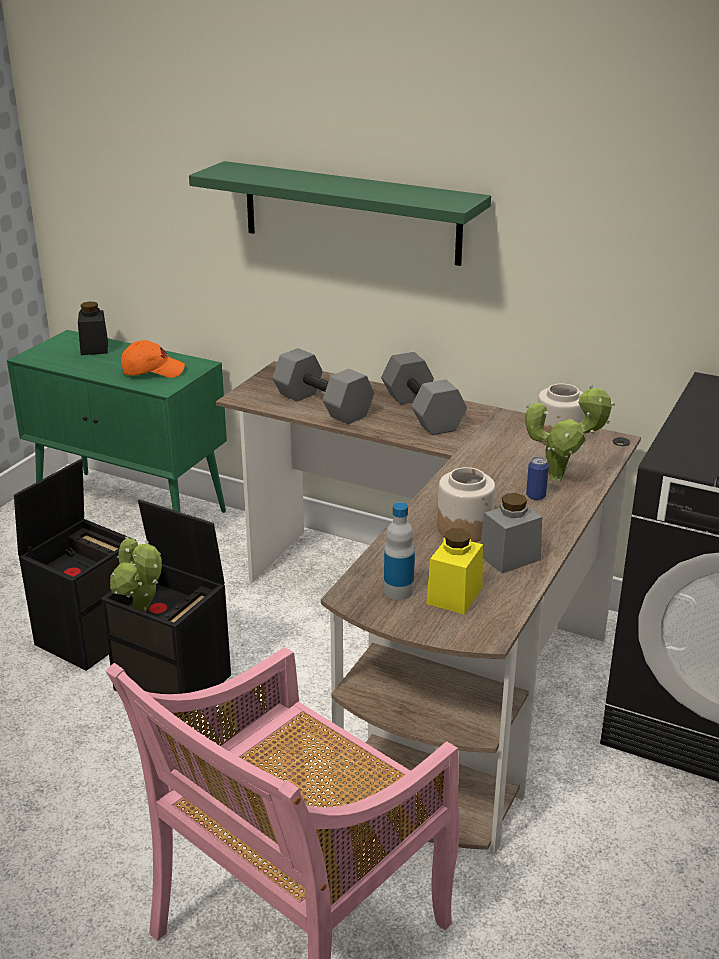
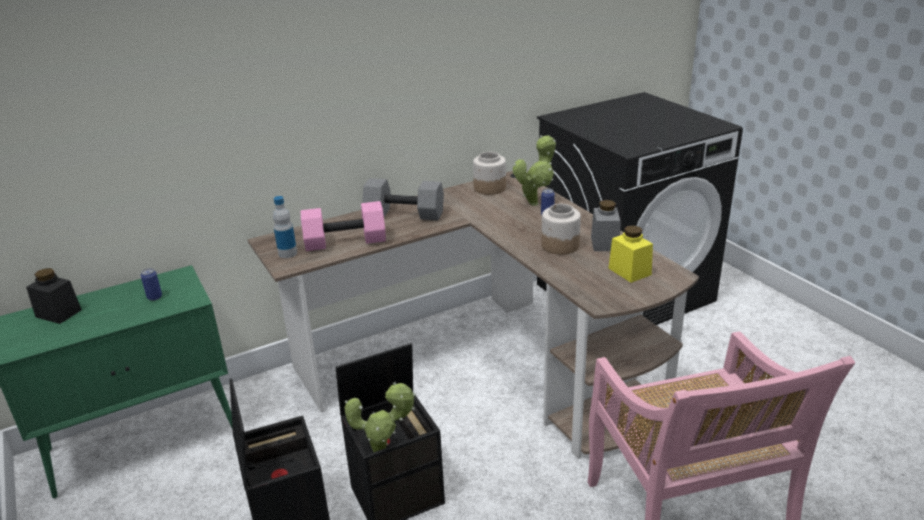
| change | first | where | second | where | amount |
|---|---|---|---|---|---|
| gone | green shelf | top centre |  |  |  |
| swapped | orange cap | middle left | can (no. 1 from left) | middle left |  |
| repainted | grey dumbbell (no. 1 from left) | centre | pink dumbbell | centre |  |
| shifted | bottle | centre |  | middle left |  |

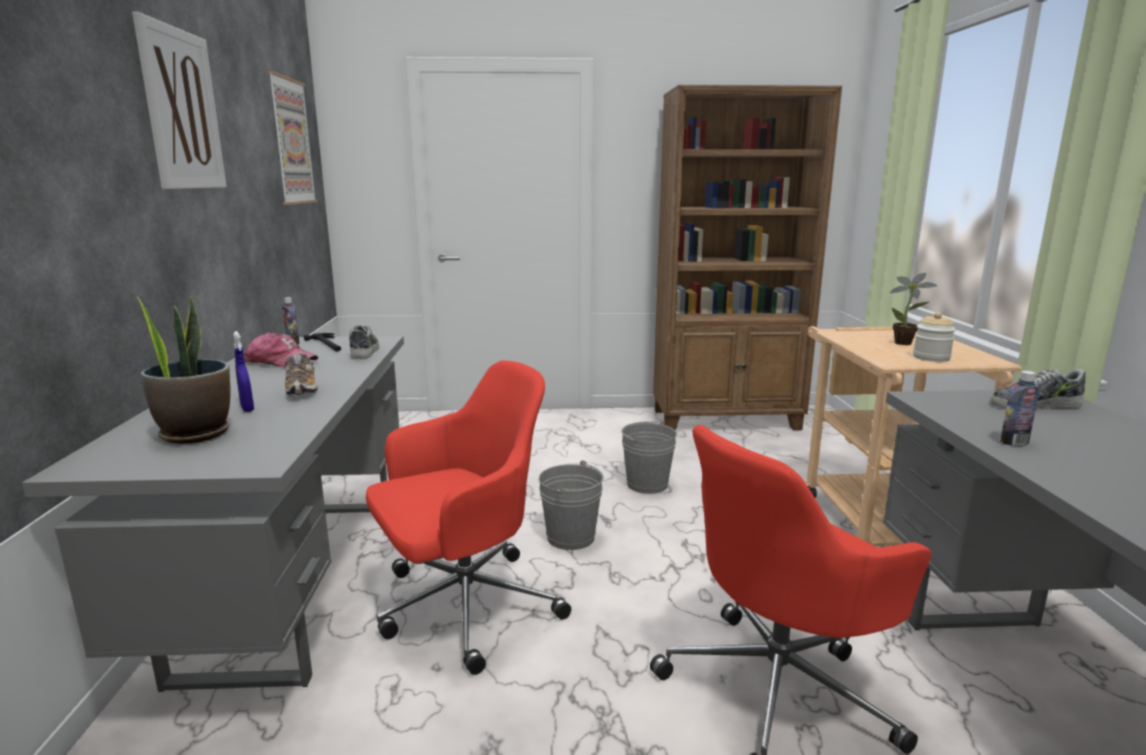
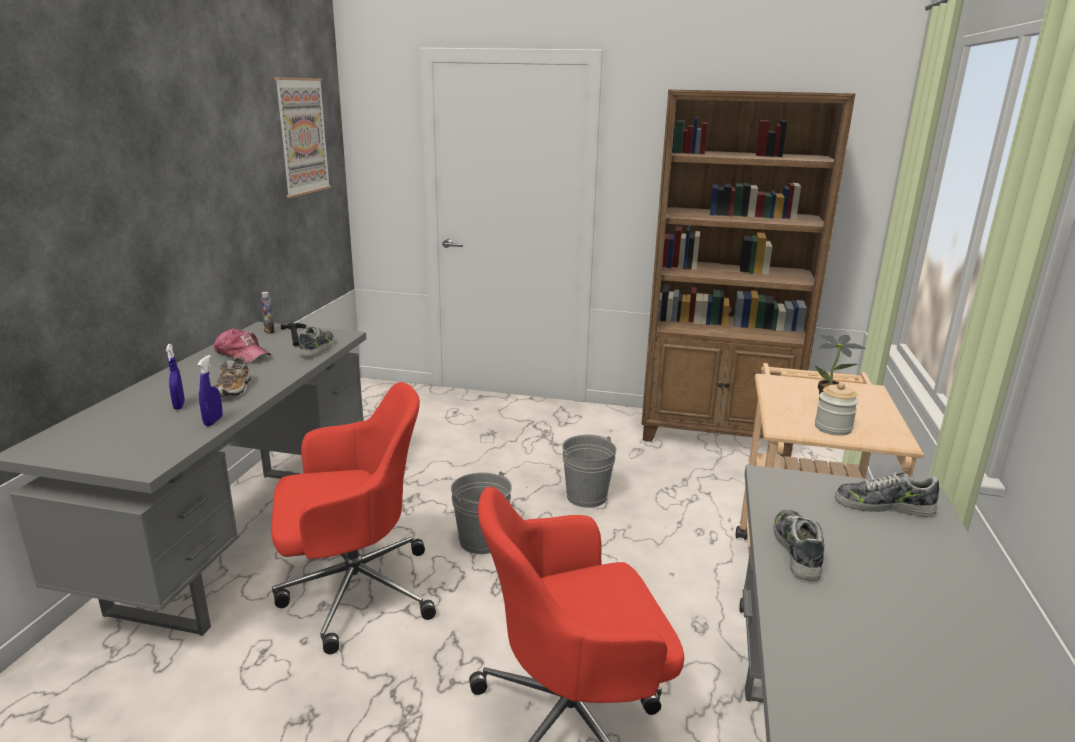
| change | first | where | second | where | amount |
|---|---|---|---|---|---|
| gone | picture (no. 1 from left) | top left |  |  |  |
| gone | potted plant (no. 1 from left) | middle left |  |  |  |
| swapped | bottle (no. 2 from left) | middle right | shoe (no. 3 from left) | bottom right |  |
| new |  |  | blue spray bottle (no. 2 from left) | middle left |  |

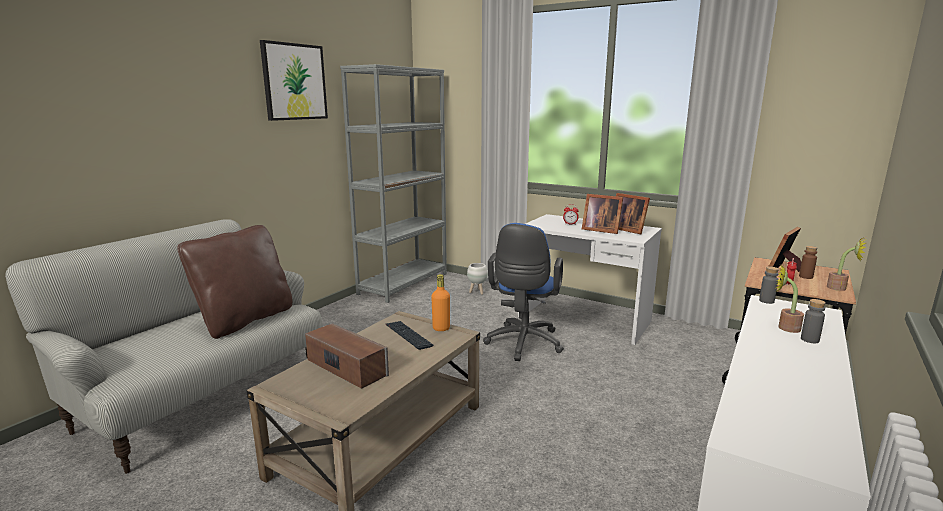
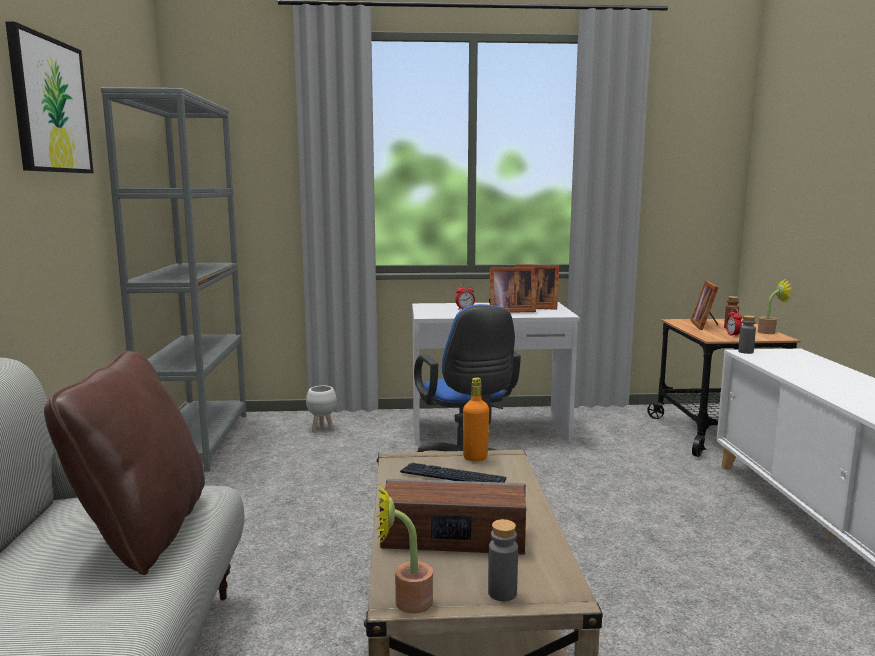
| change | first | where | second | where | amount |
|---|---|---|---|---|---|
| shifted | potted plant (no. 1 from left) | middle right |  | bottom centre |  |
| shifted | grey bottle (no. 2 from left in the first image) | middle right | grey bottle (no. 1 from left) | bottom centre |  |

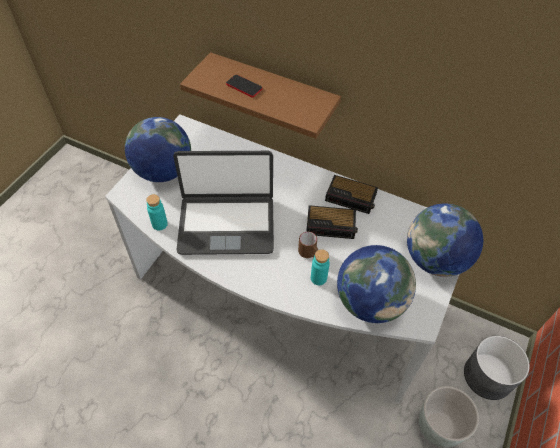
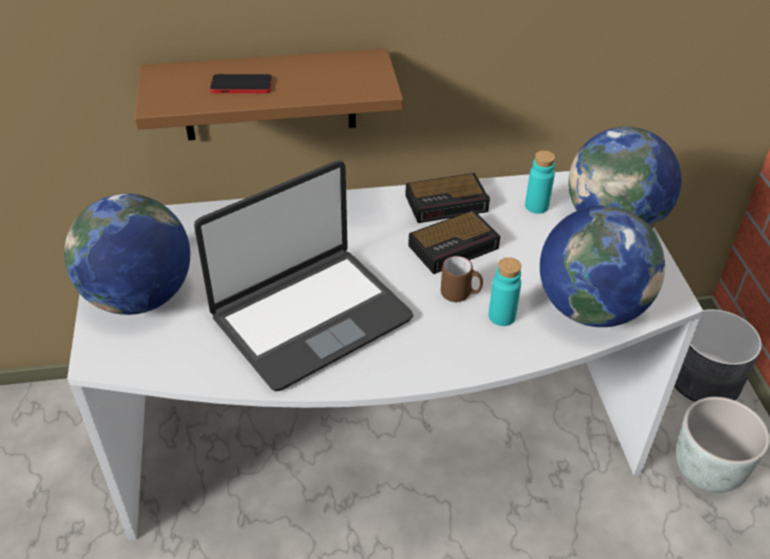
| change | first | where | second | where | amount |
|---|---|---|---|---|---|
| shifted | turquoise bottle (no. 1 from left in the first image) | middle left | turquoise bottle (no. 2 from left) | top right |  |

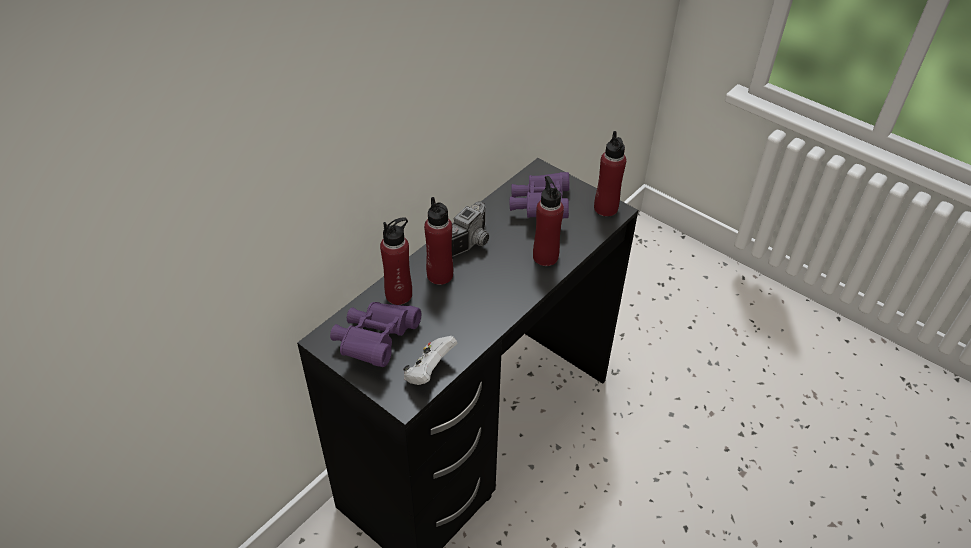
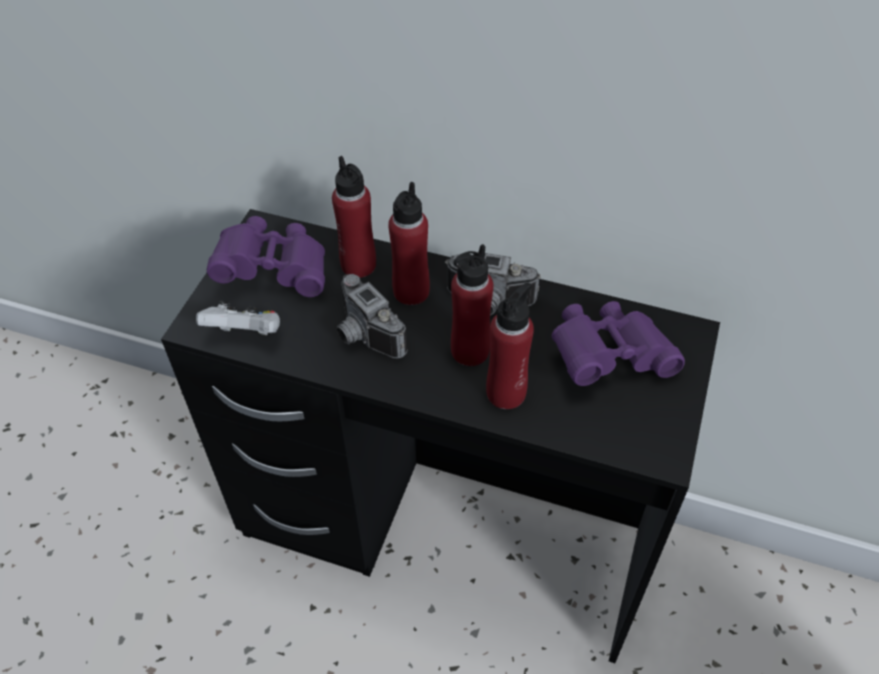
| change | first | where | second | where | amount |
|---|---|---|---|---|---|
| shifted | red bottle (no. 4 from left in the first image) | top centre | red bottle (no. 3 from left) | centre |  |
| new |  |  | photo camera (no. 1 from left) | centre |  |

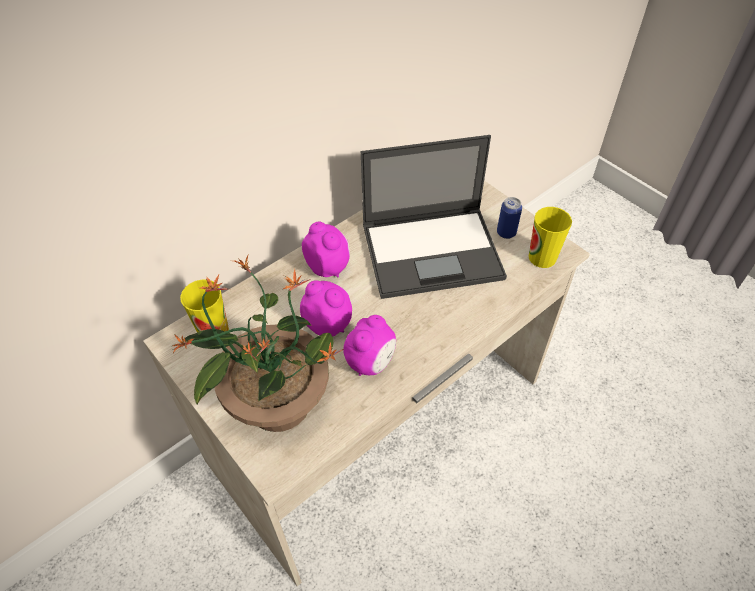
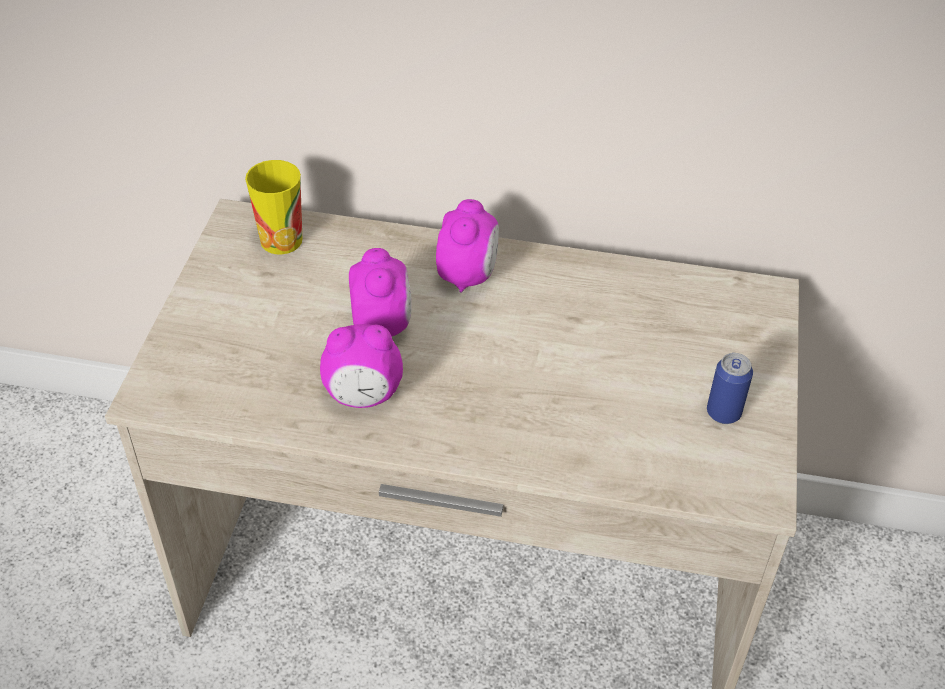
| change | first | where | second | where | amount |
|---|---|---|---|---|---|
| gone | laptop | centre |  |  |  |
| gone | cup (no. 2 from left) | middle right |  |  |  |
| gone | potted plant | centre |  |  |  |

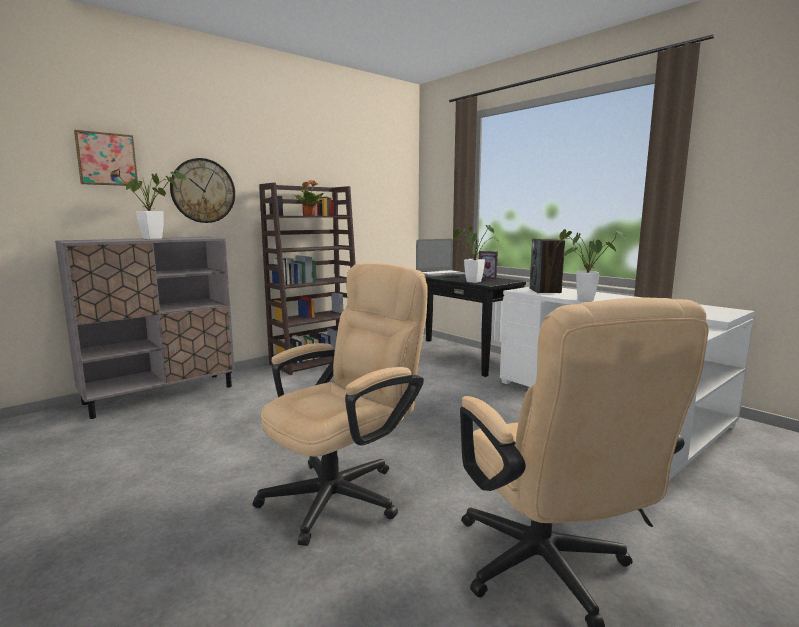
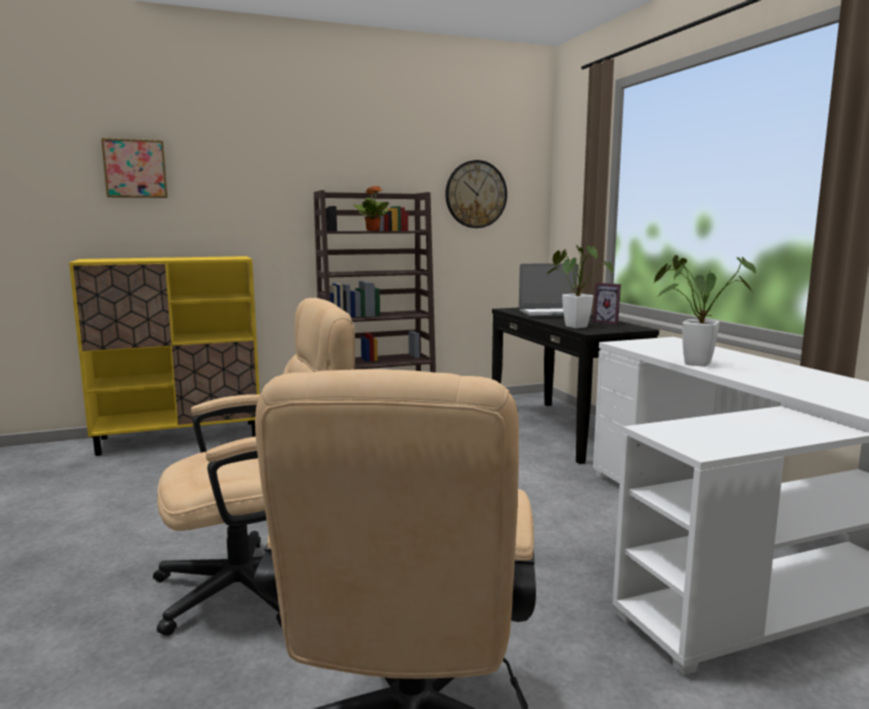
| change | first | where | second | where | amount |
|---|---|---|---|---|---|
| shifted | wall clock | top left |  | top centre |  |
| gone | potted plant (no. 1 from left) | top left |  |  |  |
| repainted | grey cabinet | middle left | yellow cabinet | middle left |  |
| gone | speaker | middle right |  |  |  |

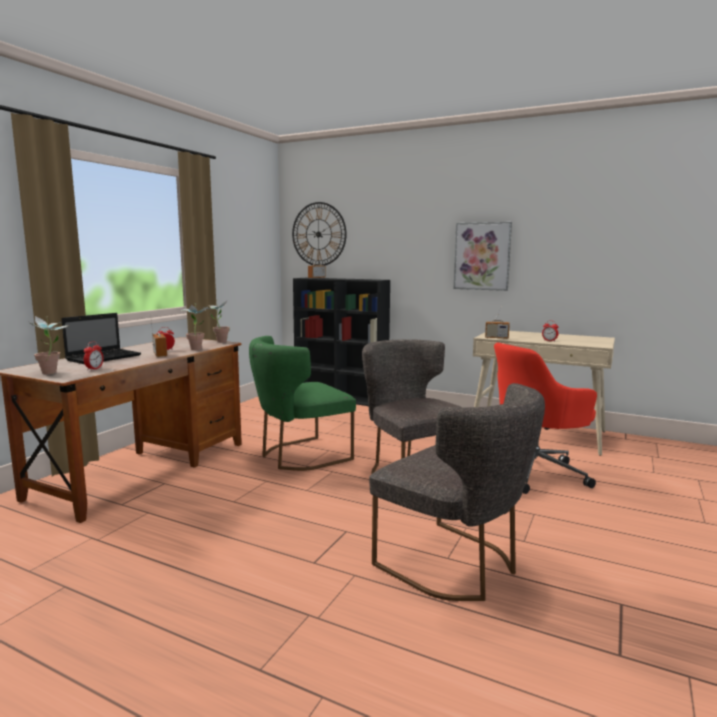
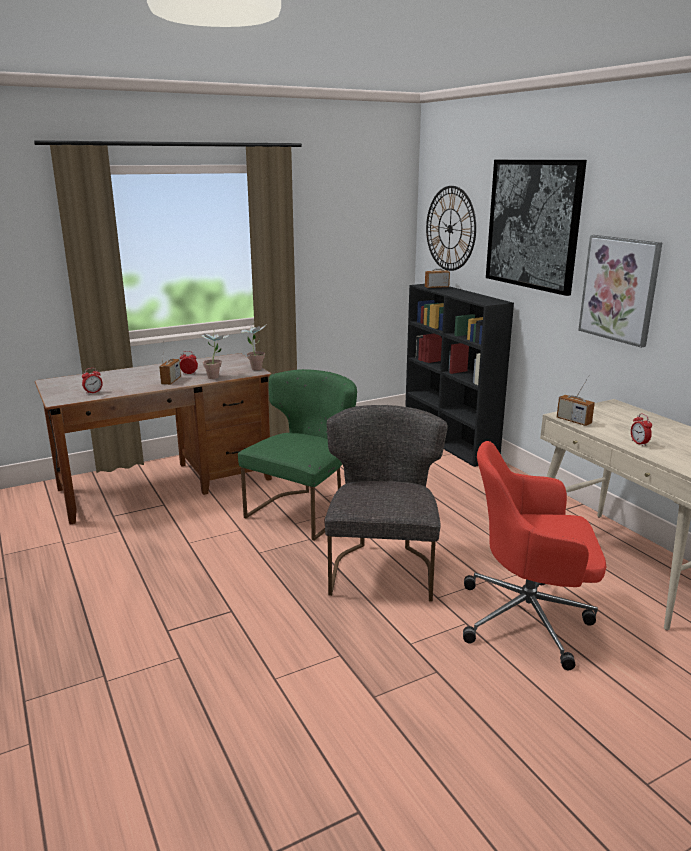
| change | first | where | second | where | amount |
|---|---|---|---|---|---|
| gone | laptop | middle left |  |  |  |
| gone | potted plant (no. 1 from left) | middle left |  |  |  |
| rotated | green chair | centre |  | centre | 120 degrees clockwise |
| gone | grey chair (no. 2 from left) | bottom centre |  |  |  |
| new |  |  | picture (no. 1 from left) | top right |  |

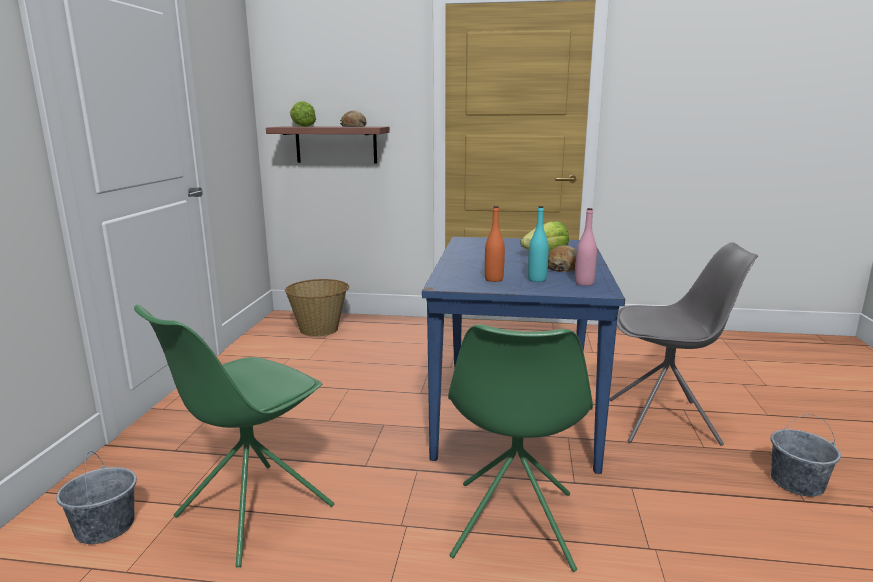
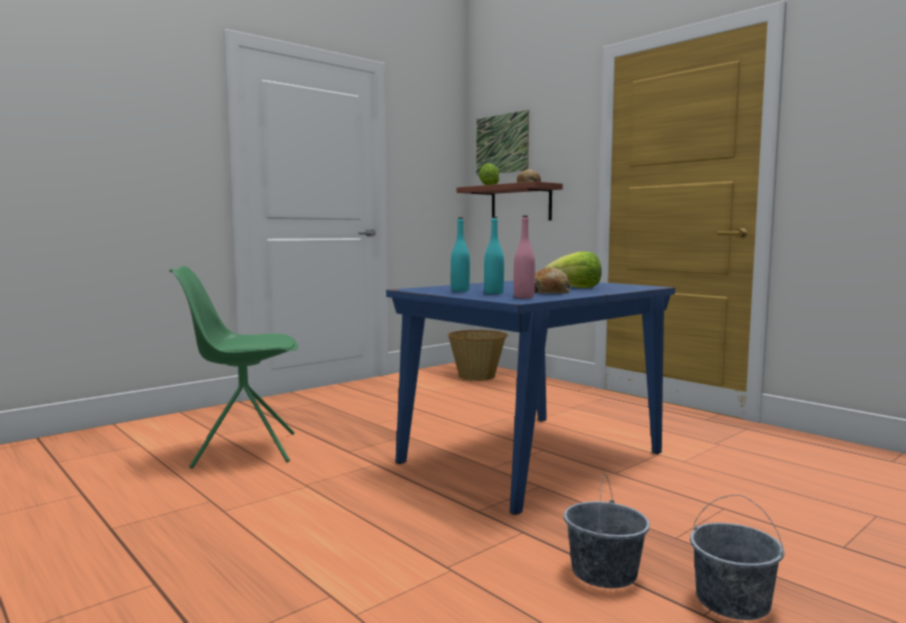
| change | first | where | second | where | amount |
|---|---|---|---|---|---|
| repainted | orange bottle | centre | turquoise bottle (no. 1 from left) | centre |  |
| gone | grey chair | middle right |  |  |  |
| gone | green chair (no. 2 from left) | bottom centre |  |  |  |
| shifted | grey bucket (no. 1 from left) | bottom left |  | bottom right |  |
| new |  |  | picture | top centre |  |

